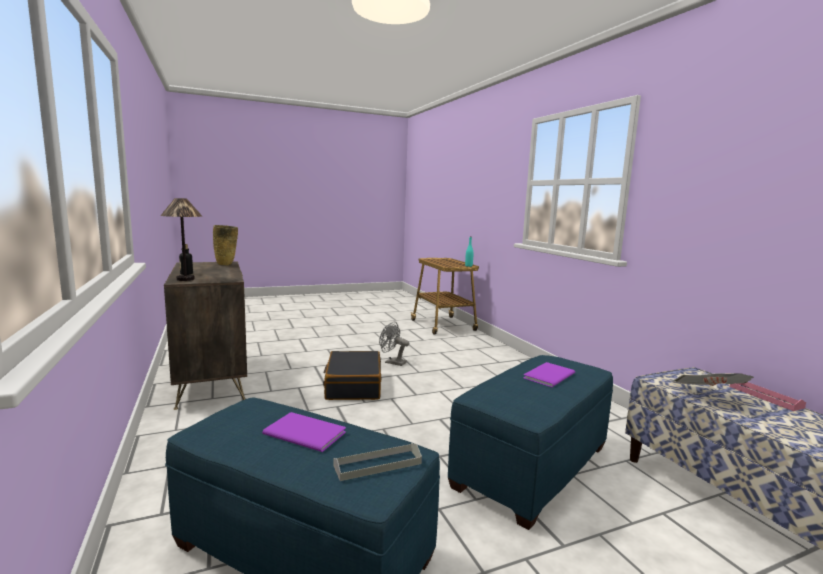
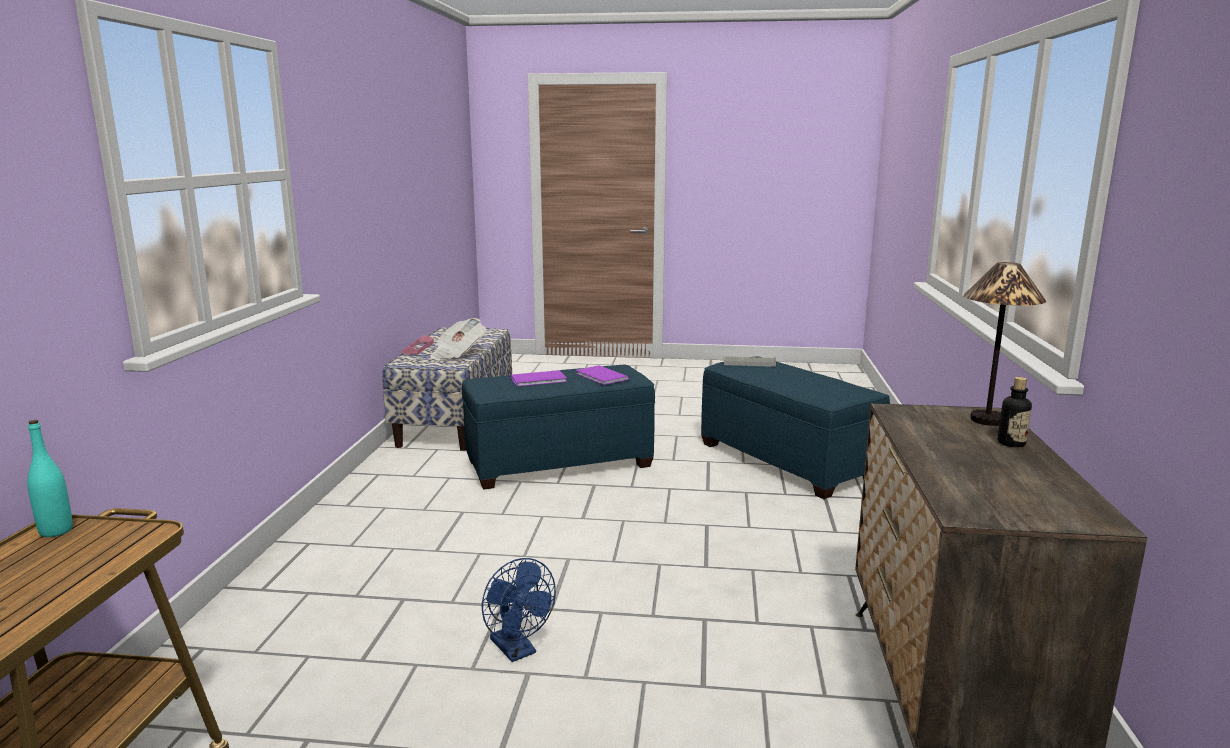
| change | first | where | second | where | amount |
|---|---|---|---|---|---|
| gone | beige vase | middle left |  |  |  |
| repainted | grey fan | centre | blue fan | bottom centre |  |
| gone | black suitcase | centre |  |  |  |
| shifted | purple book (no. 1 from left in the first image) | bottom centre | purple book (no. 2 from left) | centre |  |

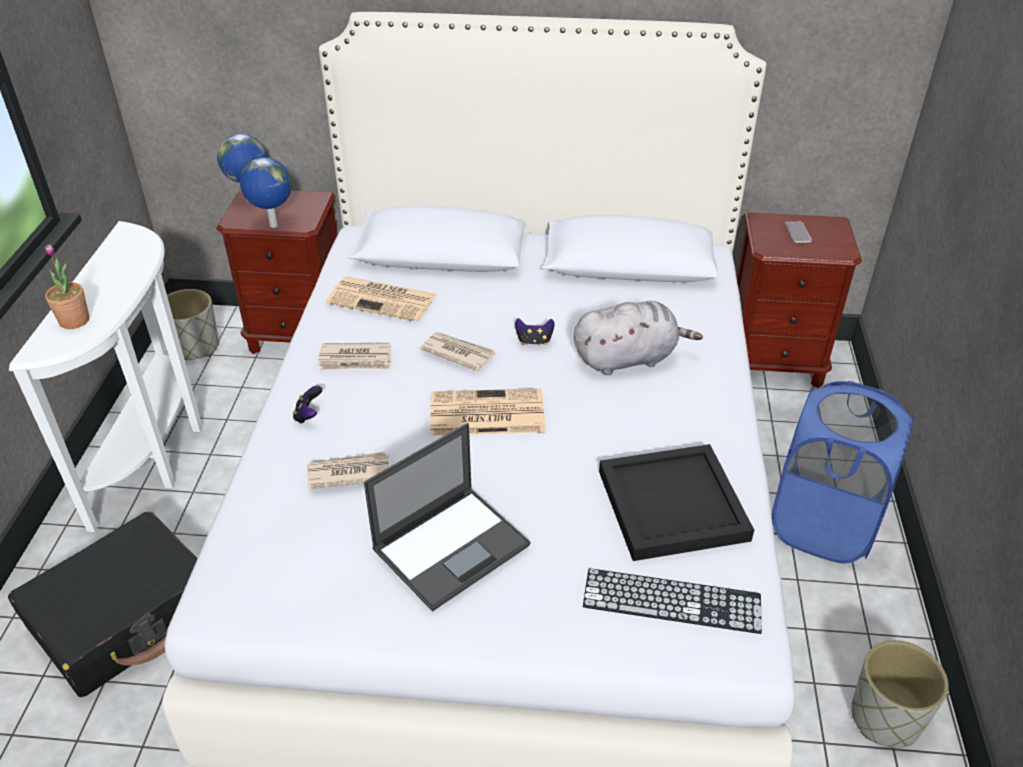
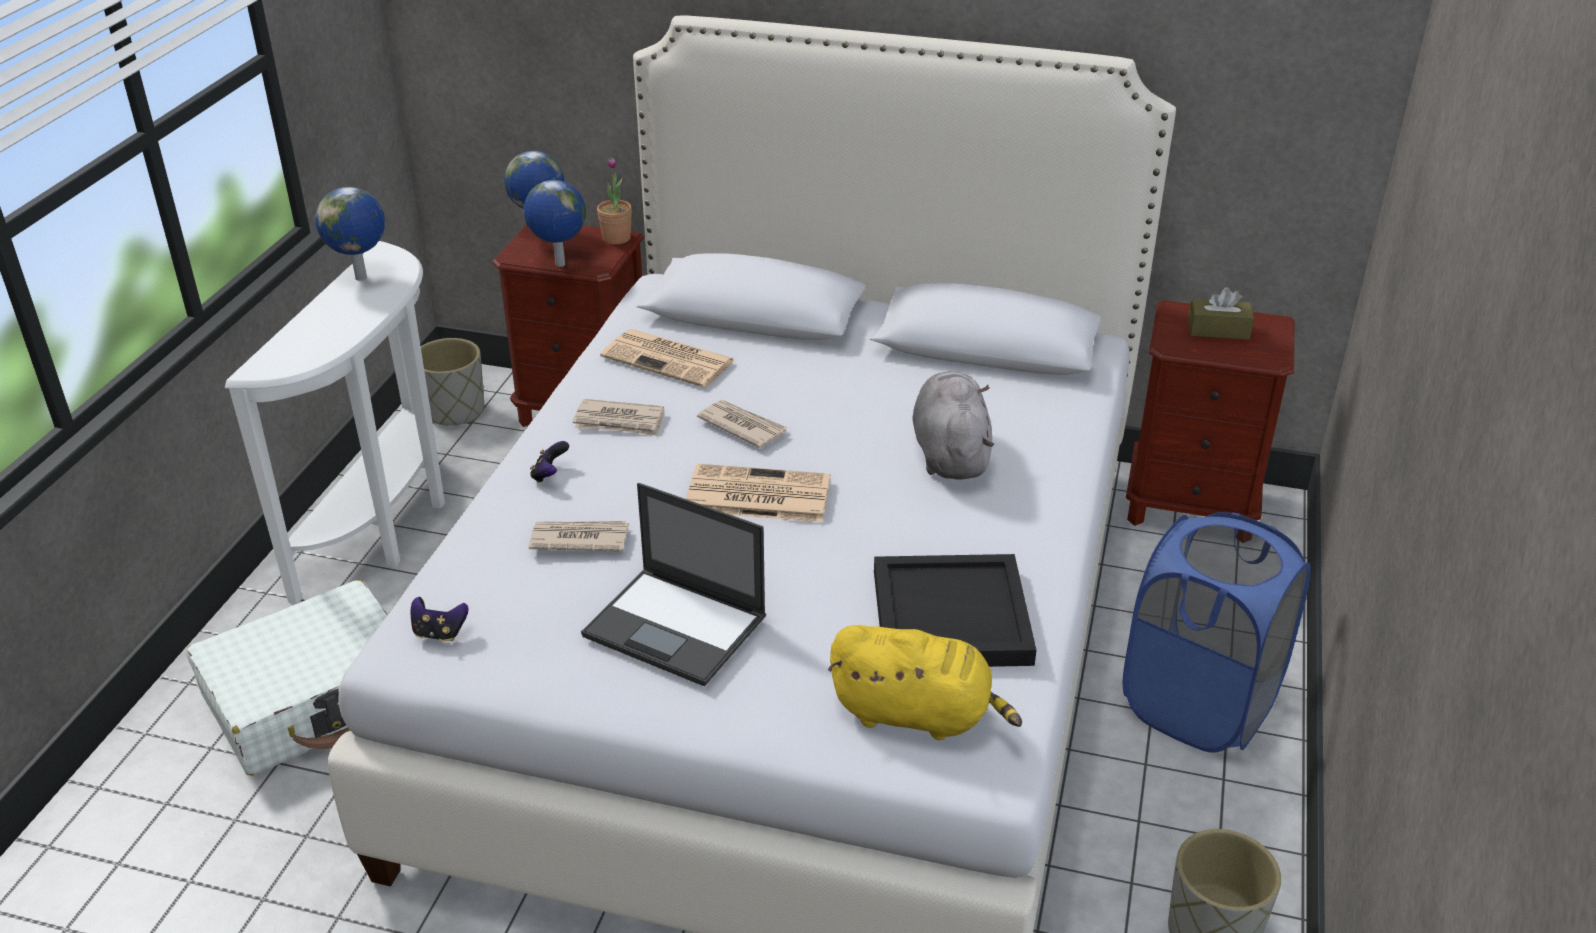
| change | first | where | second | where | amount |
|---|---|---|---|---|---|
| swapped | phone | top right | brown tissue box | middle right |  |
| shifted | potted plant | middle left |  | top centre |  |
| rotated | grey plush toy | centre |  | centre | 90 degrees counterclockwise |
| shifted | game controller (no. 2 from left in the first image) | centre | game controller (no. 1 from left) | middle left |  |
| rotated | laptop | bottom centre |  | centre | 60 degrees clockwise |
| repainted | black suitcase | bottom left | white suitcase | bottom left |  |
| swapped | keyboard | bottom centre | yellow plush toy | bottom centre |  |
| new |  |  | globe (no. 1 from left) | top left |  |

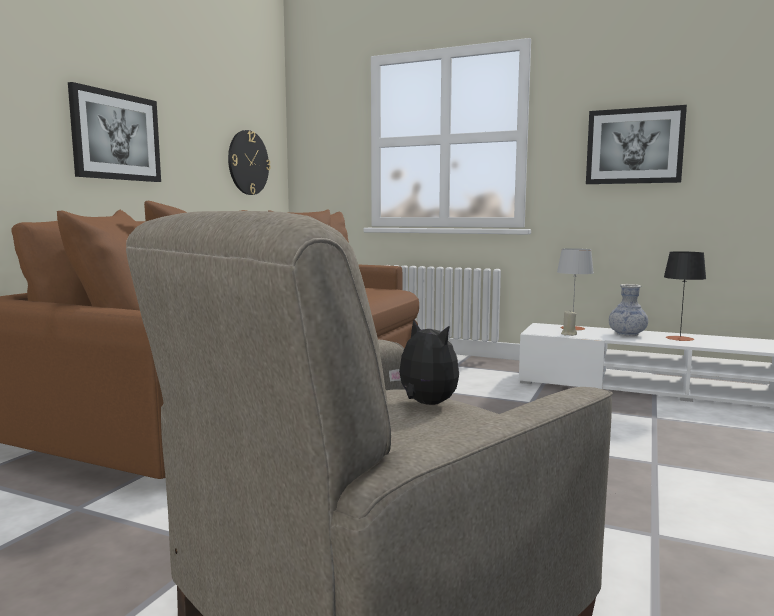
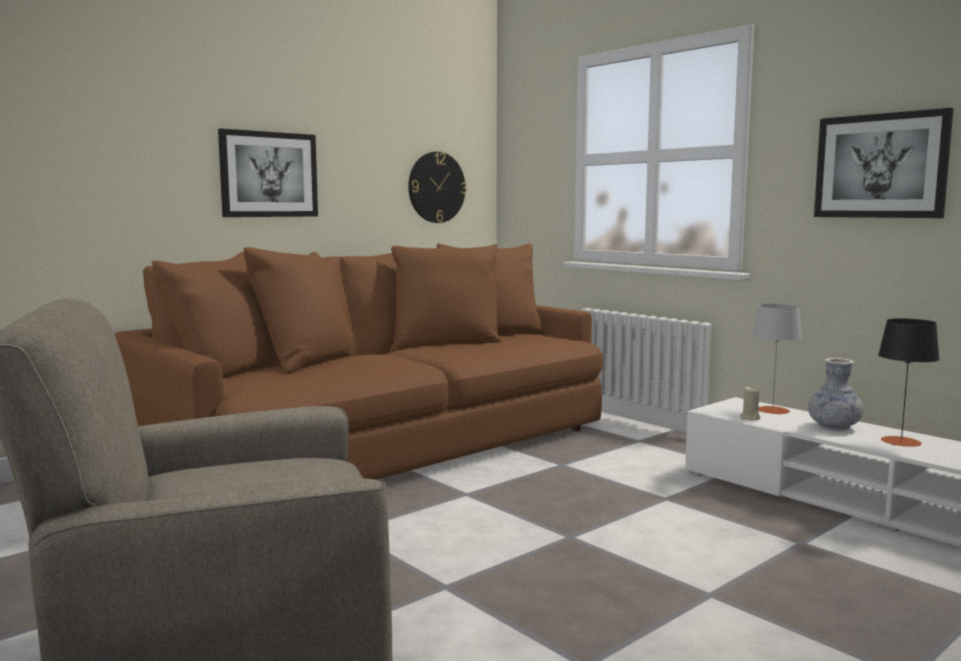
| change | first | where | second | where | amount |
|---|---|---|---|---|---|
| gone | plush toy | centre |  |  |  |

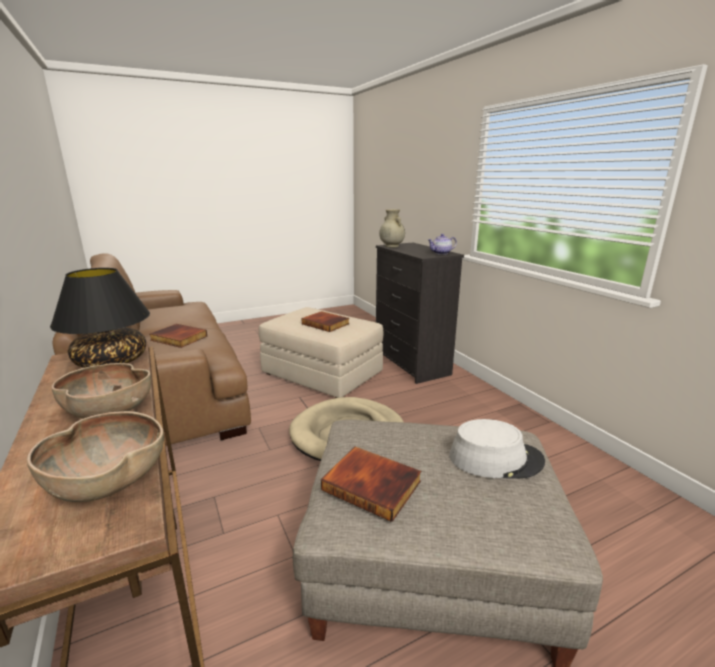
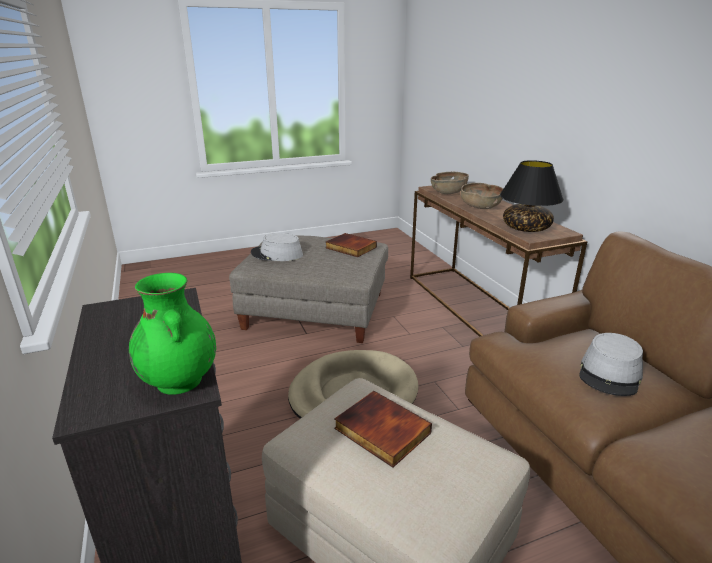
| change | first | where | second | where | amount |
|---|---|---|---|---|---|
| repainted | beige vase | centre | green vase | middle left |  |
| gone | teapot | centre |  |  |  |
| swapped | book (no. 1 from left) | middle left | grey hat (no. 2 from left) | middle right |  |

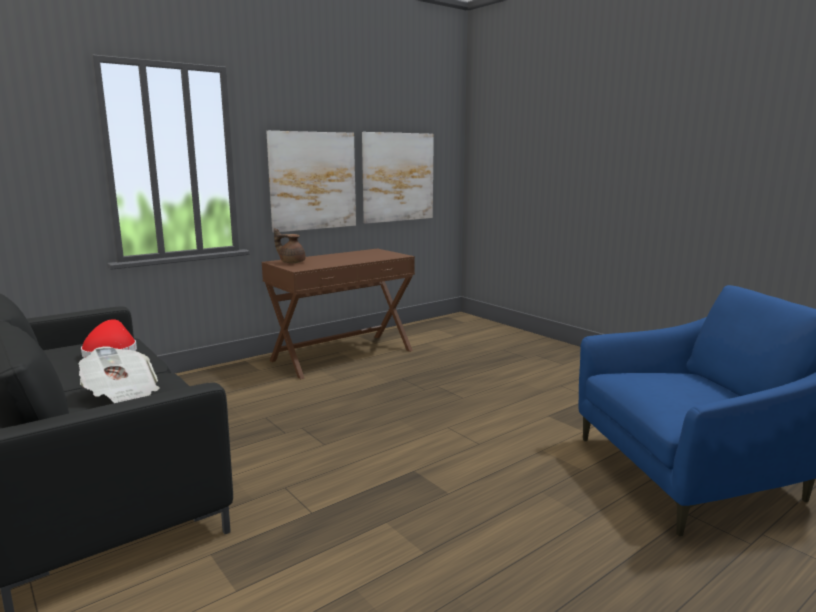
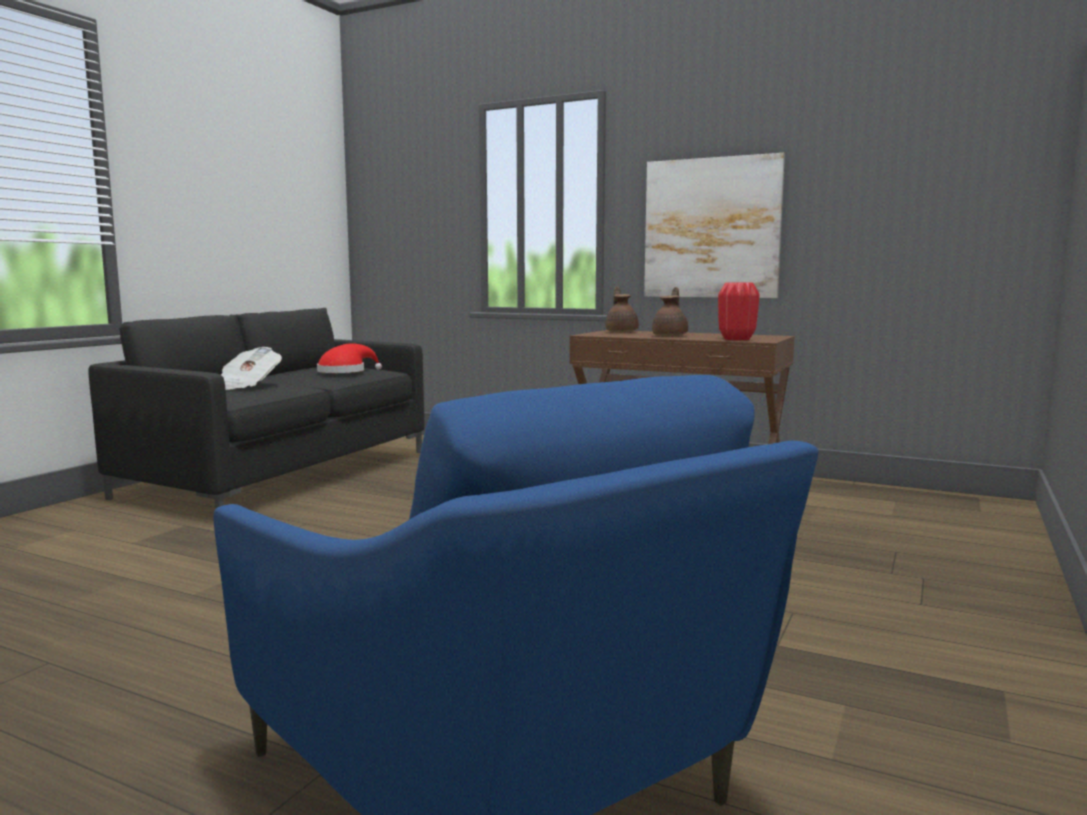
| change | first | where | second | where | amount |
|---|---|---|---|---|---|
| gone | picture (no. 2 from left) | top centre |  |  |  |
| new |  |  | red vase | middle right |  |
| new |  |  | brown teapot (no. 2 from left) | centre |  |

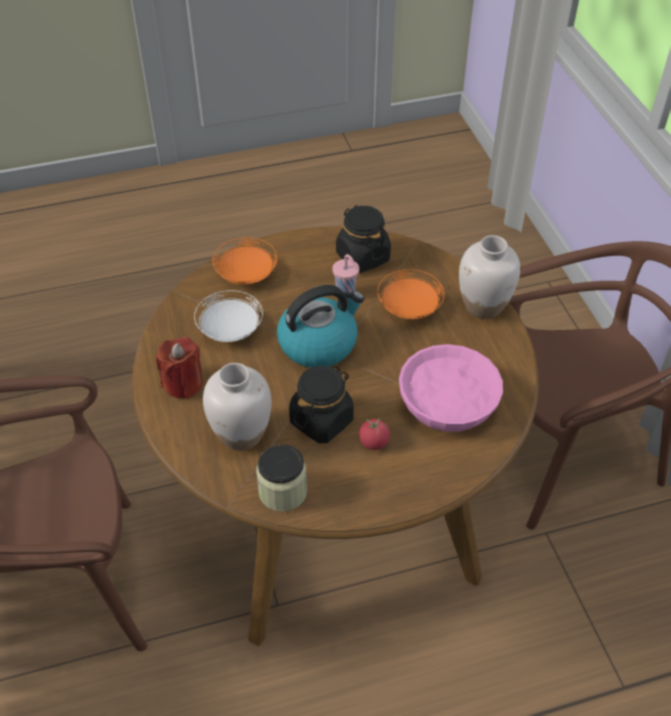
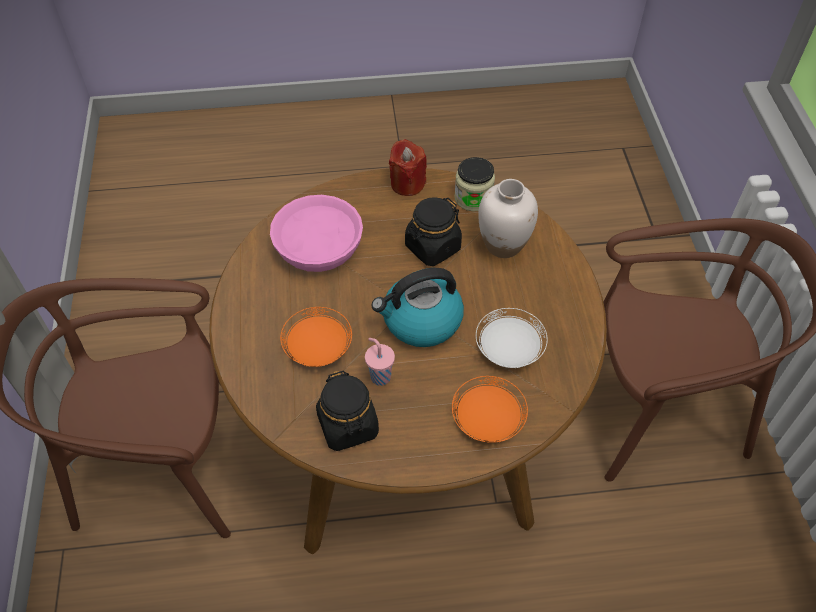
| change | first | where | second | where | amount |
|---|---|---|---|---|---|
| gone | white vase (no. 2 from left) | middle right |  |  |  |
| shifted | red candle | middle left |  | top centre |  |
| gone | tomato | centre |  |  |  |

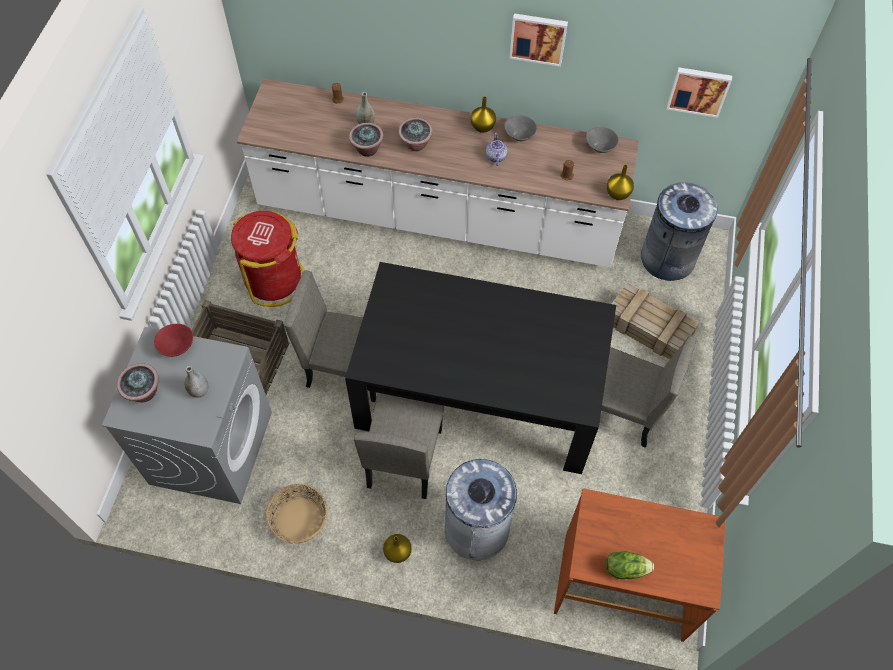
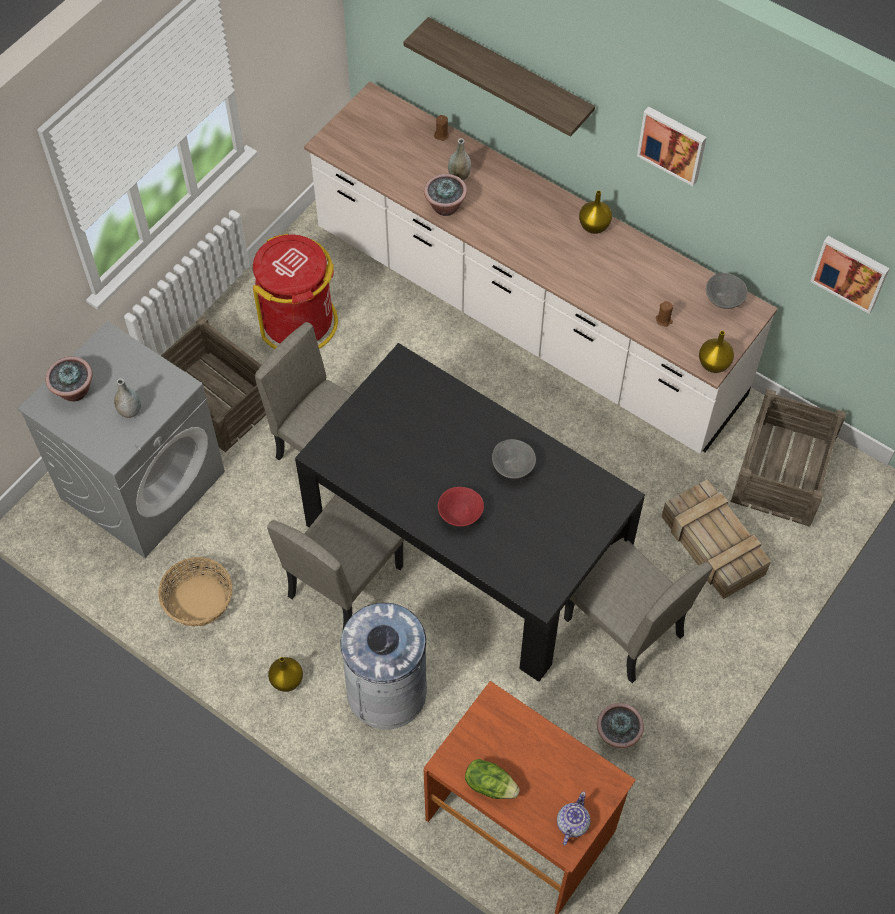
| change | first | where | second | where | amount |
|---|---|---|---|---|---|
| shifted | grey bowl (no. 1 from left) | top centre |  | centre |  |
| shifted | potted plant (no. 3 from left) | top centre |  | bottom right |  |
| shifted | teapot | top centre |  | bottom centre |  |
| swapped | grey trash can (no. 2 from left) | middle right | crate (no. 3 from left) | middle right |  |
| shifted | red bowl | middle left |  | centre |  |
| new |  |  | shelf | top centre |  |

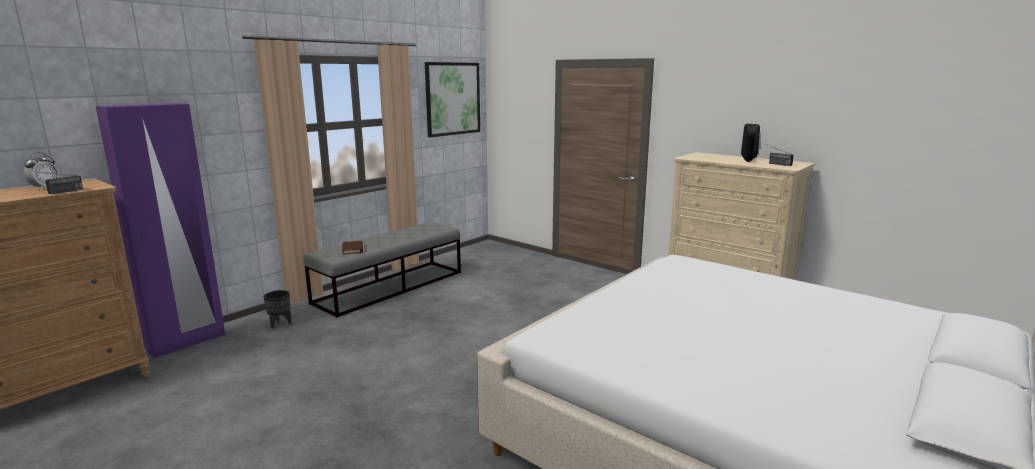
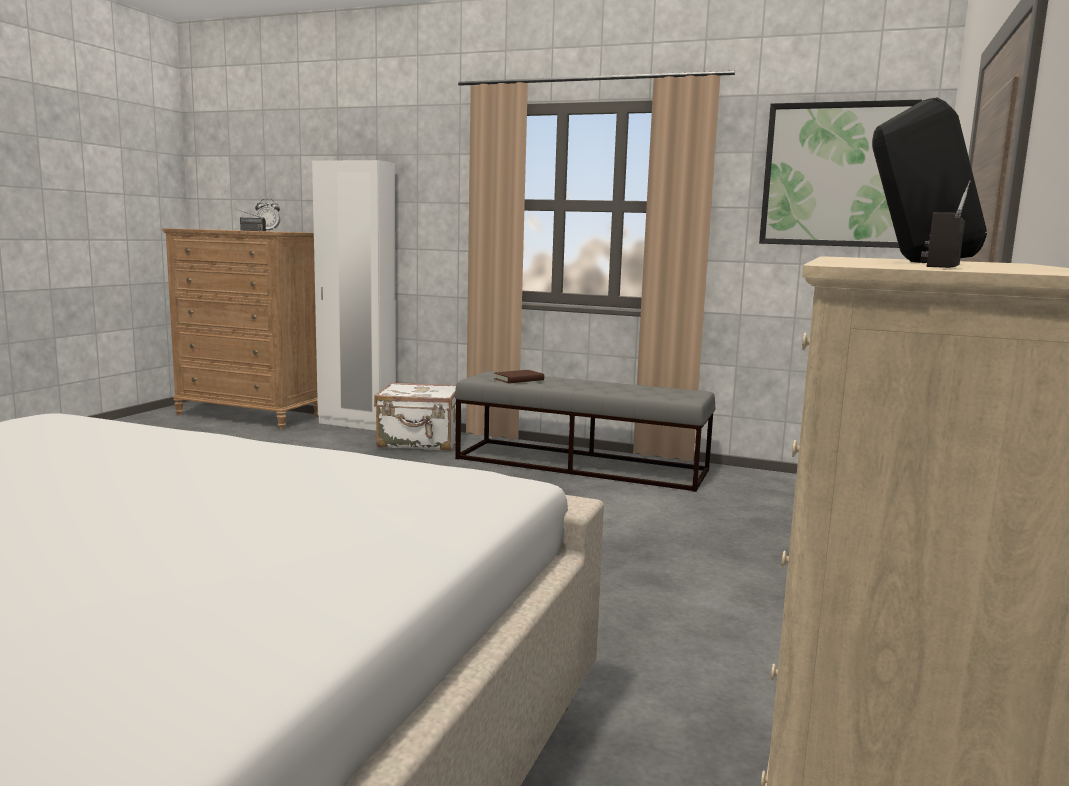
| change | first | where | second | where | amount |
|---|---|---|---|---|---|
| repainted | purple wardrobe | middle left | white wardrobe | middle left |  |
| swapped | black planter | middle left | white suitcase | centre |  |

